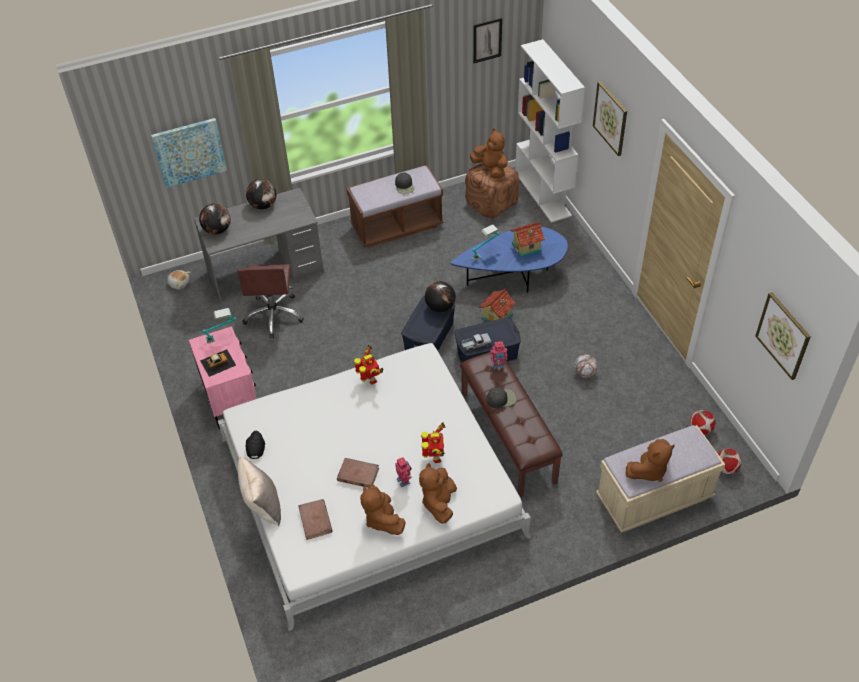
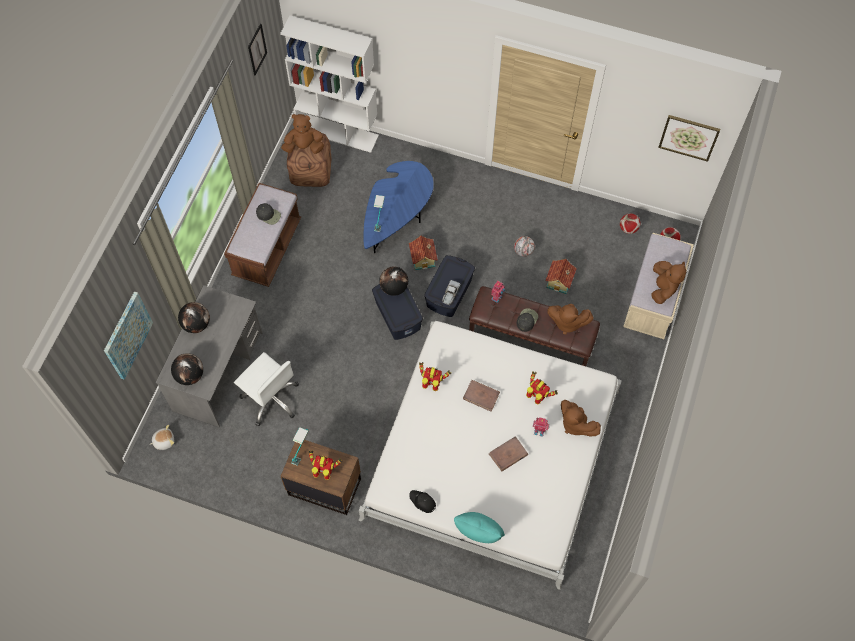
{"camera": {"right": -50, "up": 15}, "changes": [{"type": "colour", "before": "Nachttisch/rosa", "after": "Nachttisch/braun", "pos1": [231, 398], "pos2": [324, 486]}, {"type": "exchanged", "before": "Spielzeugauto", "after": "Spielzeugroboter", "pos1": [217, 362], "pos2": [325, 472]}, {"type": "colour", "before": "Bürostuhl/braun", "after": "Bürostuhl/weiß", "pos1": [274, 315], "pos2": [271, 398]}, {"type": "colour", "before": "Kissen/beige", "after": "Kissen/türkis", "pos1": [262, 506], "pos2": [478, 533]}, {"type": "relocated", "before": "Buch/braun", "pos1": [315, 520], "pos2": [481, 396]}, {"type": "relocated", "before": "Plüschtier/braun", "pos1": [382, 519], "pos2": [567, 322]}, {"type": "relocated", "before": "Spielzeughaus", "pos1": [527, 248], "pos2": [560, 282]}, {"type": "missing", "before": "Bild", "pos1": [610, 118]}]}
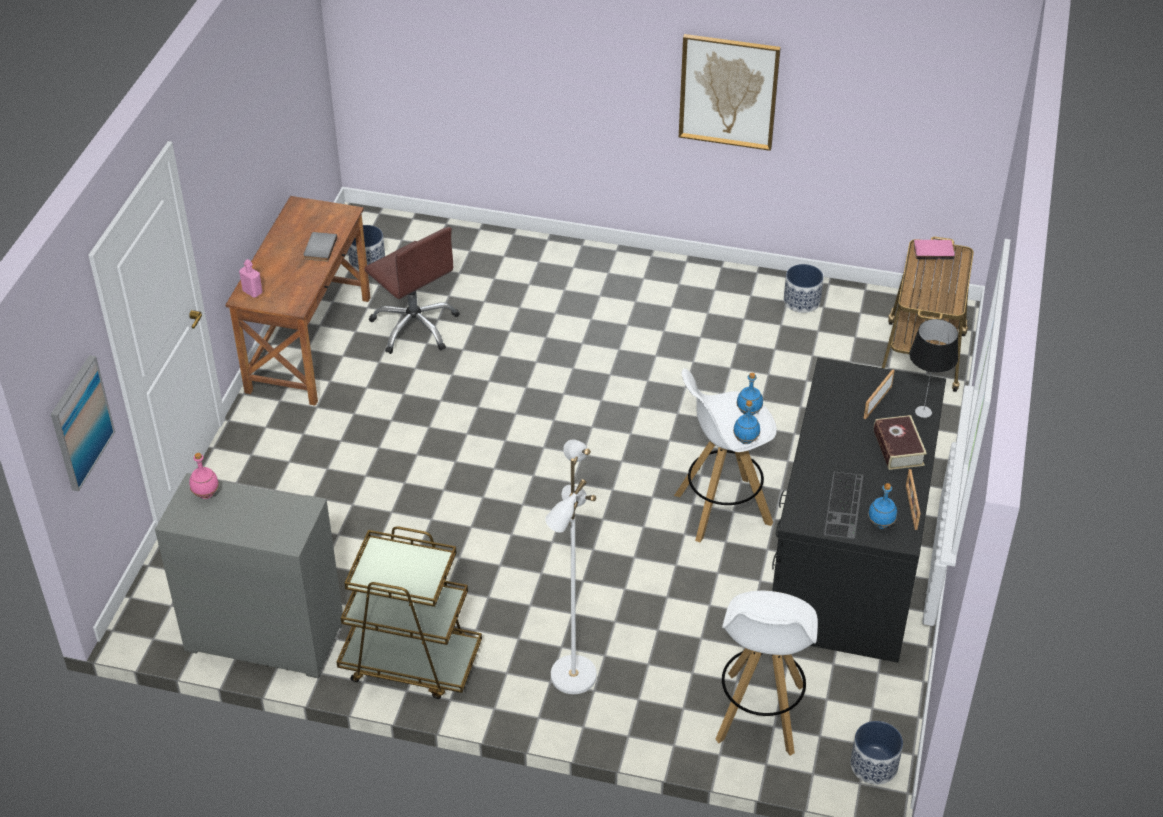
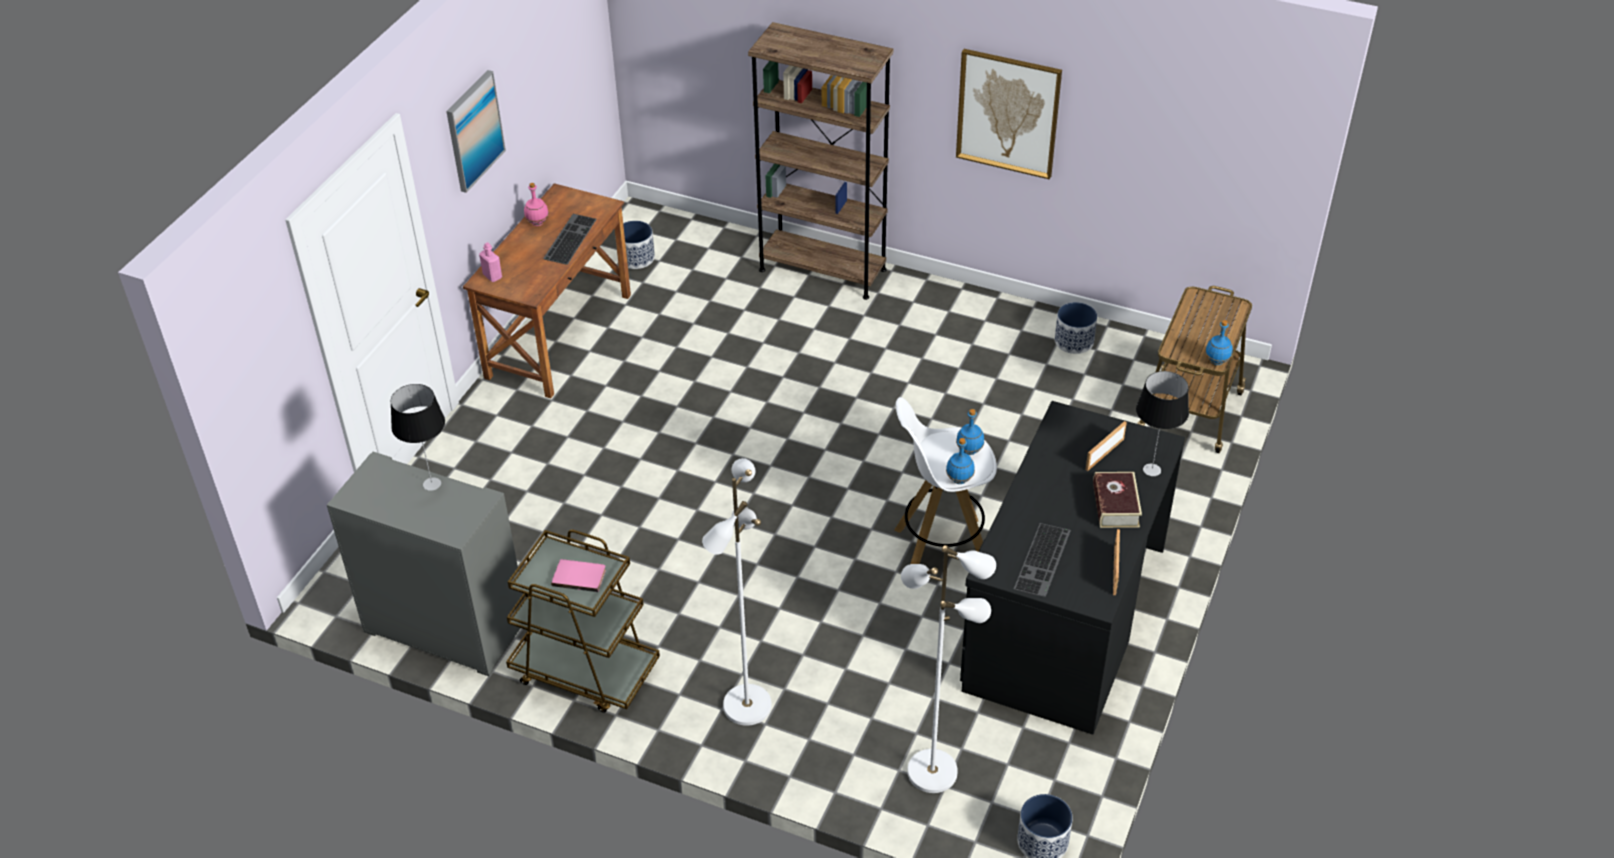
{"camera": {"right": 10, "up": 0}, "changes": [{"type": "relocated", "before": "Bild", "pos1": [80, 422], "pos2": [474, 130]}, {"type": "relocated", "before": "Flasche/rosa", "pos1": [206, 494], "pos2": [538, 223]}, {"type": "exchanged", "before": "Buch/grau", "after": "Tastatur", "pos1": [319, 248], "pos2": [569, 238]}, {"type": "missing", "before": "Bürostuhl/braun", "pos1": [415, 326]}, {"type": "exchanged", "before": "Hocker/weiß", "after": "Stehlampe/weiß", "pos1": [760, 714], "pos2": [933, 770]}, {"type": "relocated", "before": "Flasche/blau", "pos1": [880, 524], "pos2": [1216, 361]}, {"type": "relocated", "before": "Buch/rosa", "pos1": [933, 250], "pos2": [579, 576]}, {"type": "appeared", "after": "Tischlampe", "pos2": [431, 484]}, {"type": "appeared", "after": "Bücherregal/braun", "pos2": [822, 270]}]}
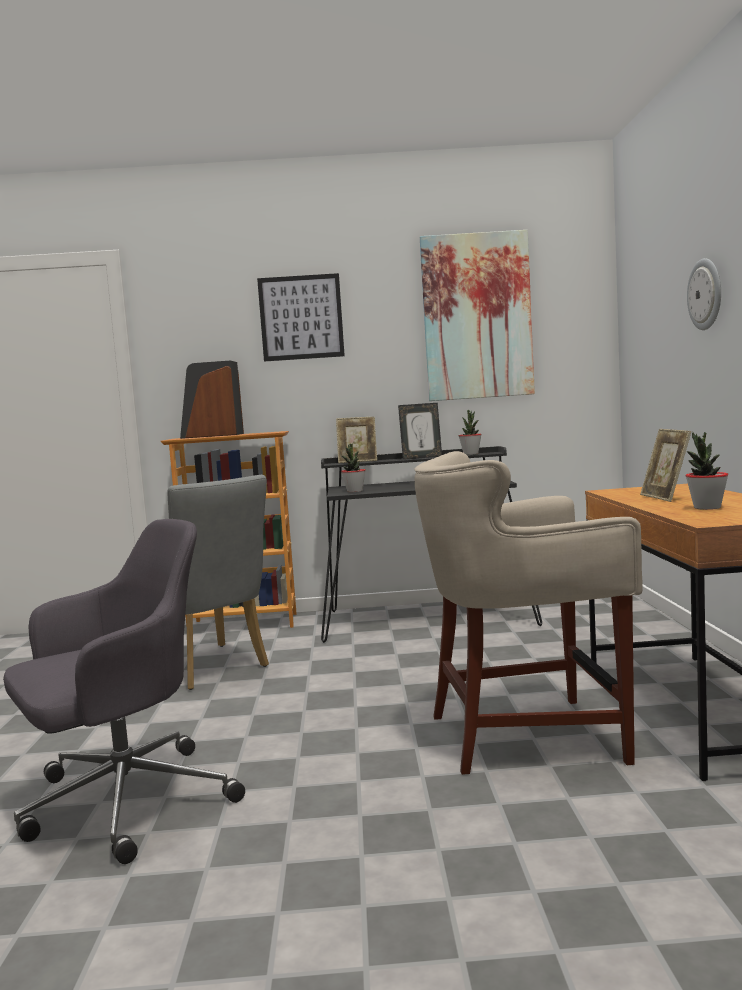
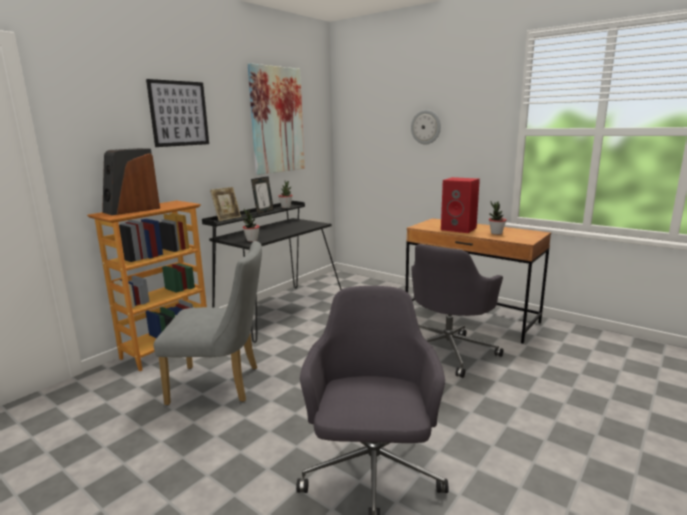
{"camera": {"right": -50, "up": 10}, "changes": [{"type": "exchanged", "before": "Hocker/beige", "after": "Bürostuhl/grau", "pos1": [528, 736], "pos2": [449, 351]}, {"type": "exchanged", "before": "Bilderrahmen", "after": "Lautsprecher/rot", "pos1": [665, 497], "pos2": [459, 229]}]}
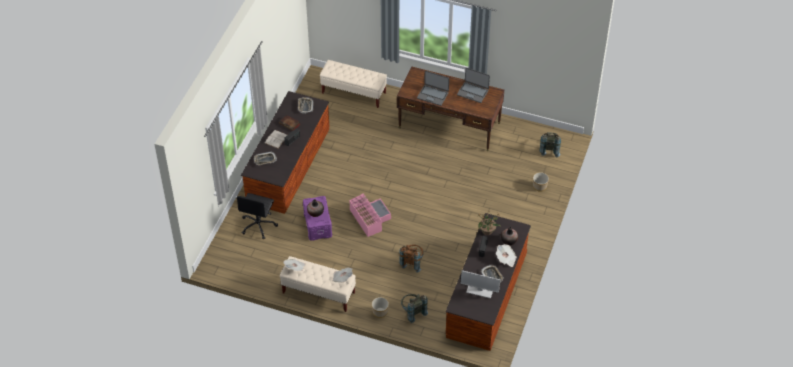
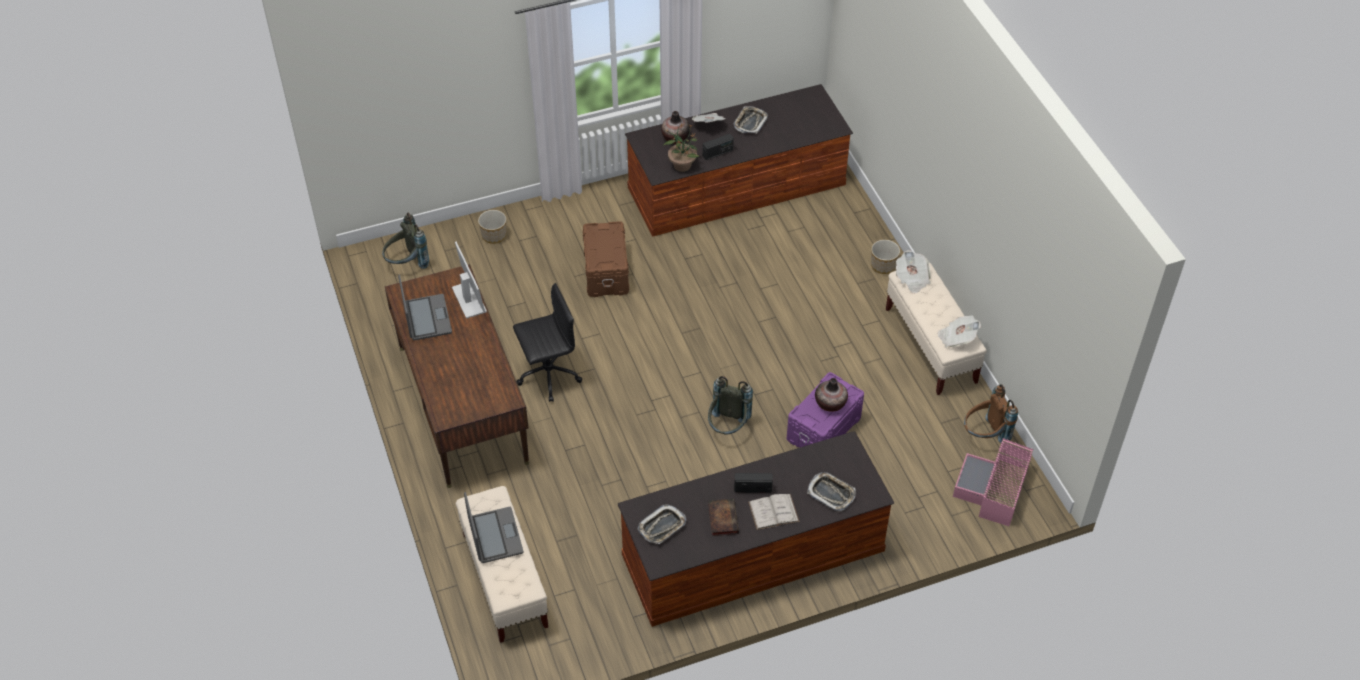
{"camera": {"right": -130, "up": 0}, "changes": [{"type": "relocated", "before": "Bürostuhl/schwarz", "pos1": [258, 225], "pos2": [547, 374]}, {"type": "relocated", "before": "Aufbewahrungsbox/rosa", "pos1": [369, 218], "pos2": [993, 490]}, {"type": "relocated", "before": "Rucksack/braun", "pos1": [412, 262], "pos2": [985, 435]}, {"type": "relocated", "before": "Rucksack/grau", "pos1": [412, 312], "pos2": [727, 428]}, {"type": "relocated", "before": "Laptop", "pos1": [433, 95], "pos2": [494, 536]}, {"type": "relocated", "before": "Monitor", "pos1": [479, 290], "pos2": [469, 300]}, {"type": "appeared", "after": "Aufbewahrungsbox/braun", "pos2": [607, 272]}]}
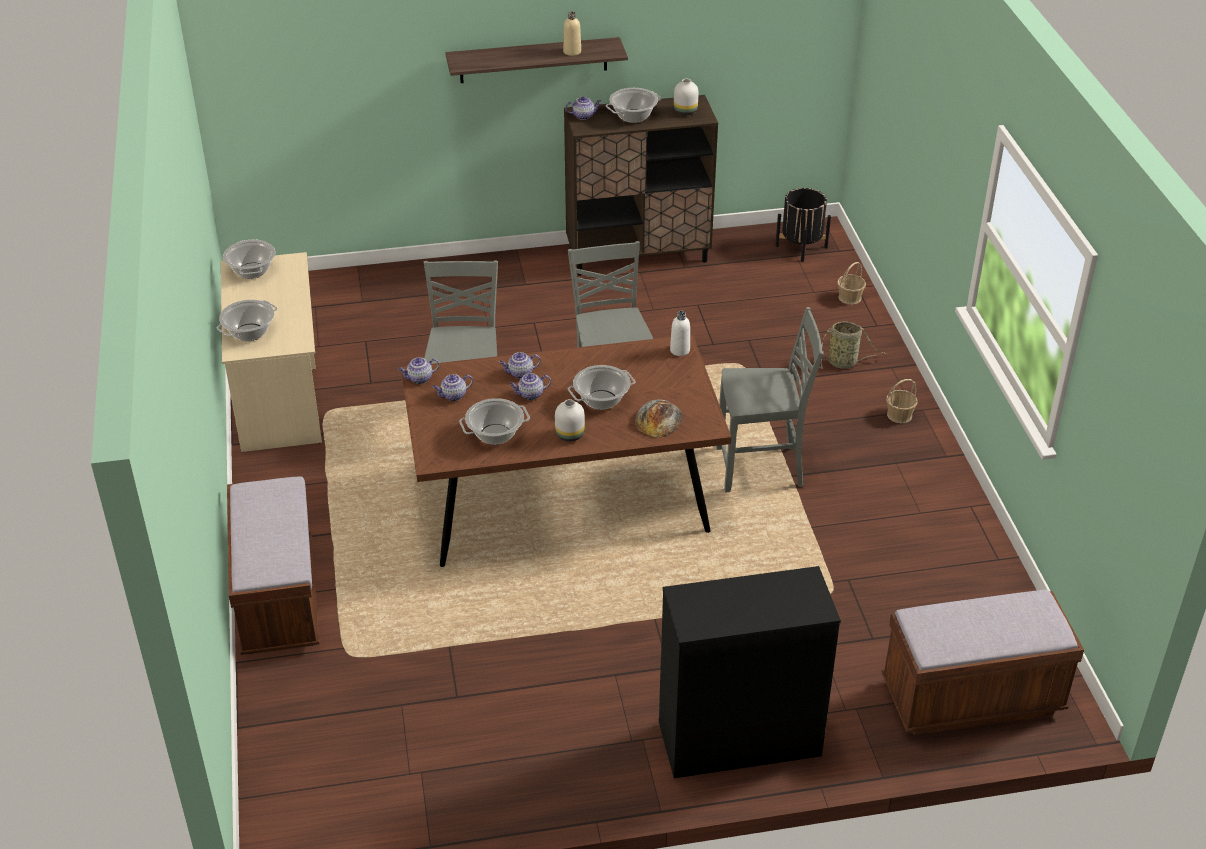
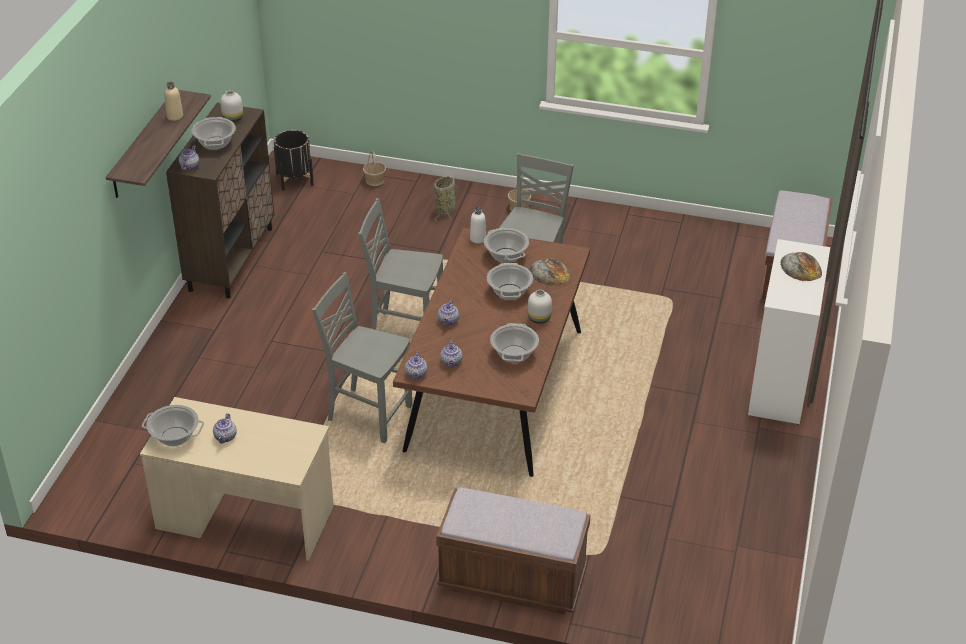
{"camera": {"right": -65, "up": 0}, "changes": [{"type": "relocated", "before": "Kochtopf", "pos1": [249, 332], "pos2": [505, 255]}, {"type": "relocated", "before": "Teekanne", "pos1": [530, 395], "pos2": [225, 437]}, {"type": "colour", "before": "Kommode/schwarz", "after": "Kommode/weiß", "pos1": [739, 739], "pos2": [779, 384]}, {"type": "appeared", "after": "Brot", "pos2": [801, 267]}]}
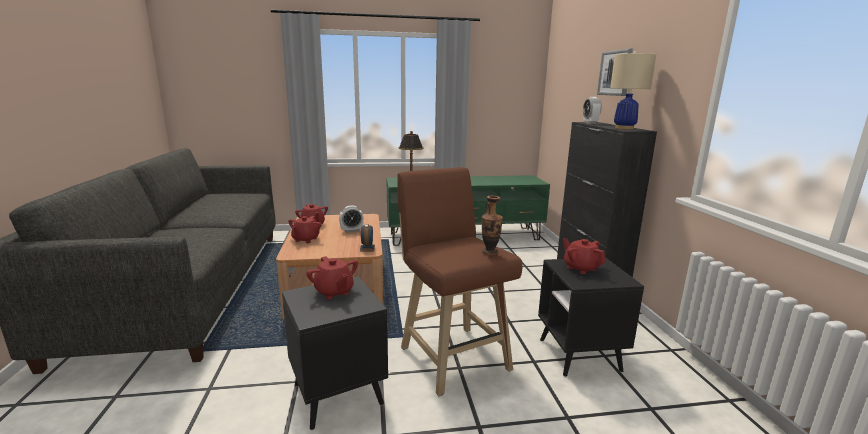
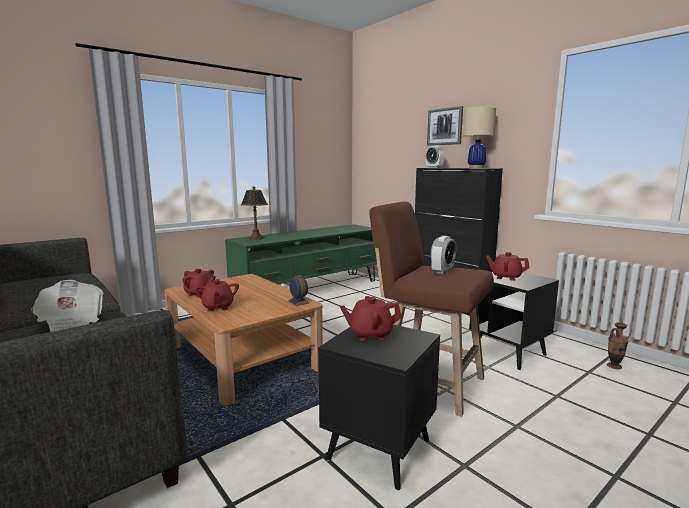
{"camera": {"right": -30, "up": -5}, "changes": [{"type": "spun", "before": "Teekanne/rot", "pos1": [334, 292], "pos2": [370, 334], "turn": 150}, {"type": "relocated", "before": "Wecker", "pos1": [351, 230], "pos2": [442, 271]}, {"type": "relocated", "before": "Vase", "pos1": [490, 252], "pos2": [614, 366]}, {"type": "appeared", "after": "Zeitung", "pos2": [71, 322]}]}
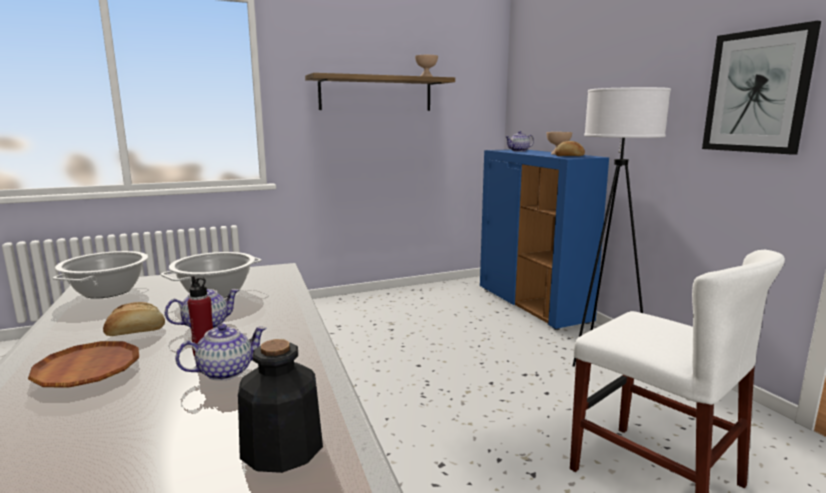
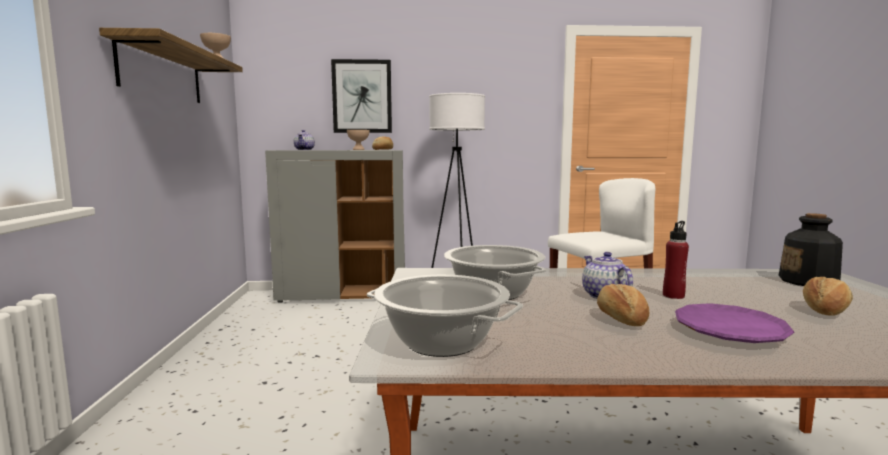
{"camera": {"right": -70, "up": -5}, "changes": [{"type": "colour", "before": "Teller/braun", "after": "Teller/lila", "pos1": [87, 370], "pos2": [730, 330]}, {"type": "missing", "before": "Teekanne", "pos1": [226, 371]}, {"type": "colour", "before": "Schrank/blau", "after": "Schrank/grau", "pos1": [533, 304], "pos2": [343, 295]}, {"type": "relocated", "before": "Bild", "pos1": [757, 92], "pos2": [362, 96]}, {"type": "appeared", "after": "Brot", "pos2": [825, 310]}]}
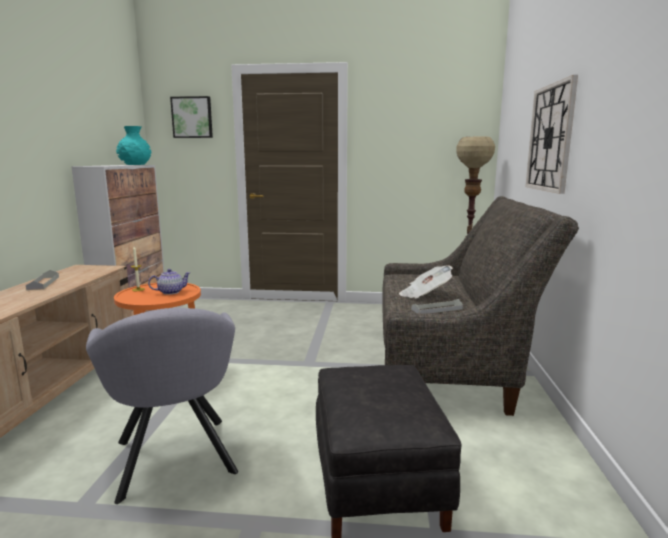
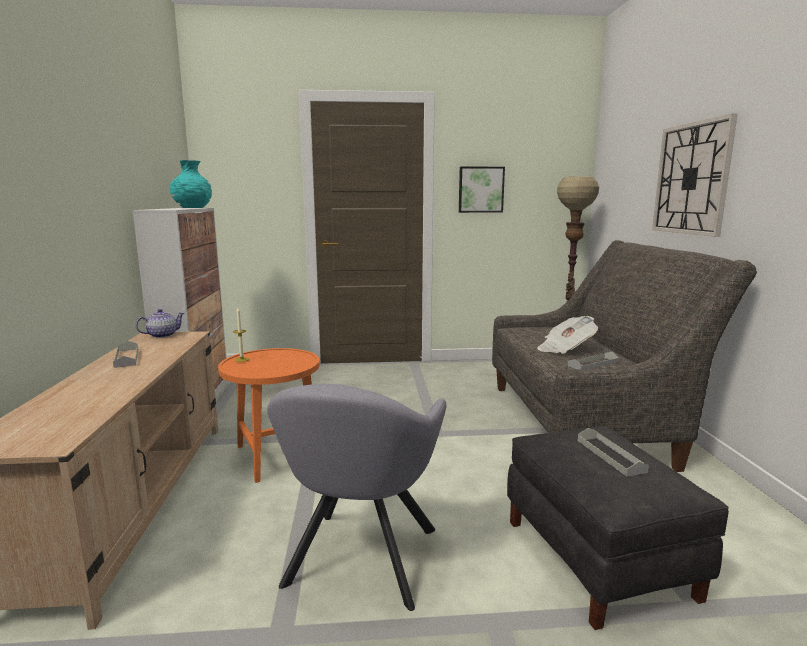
{"camera": {"right": -10, "up": 0}, "changes": [{"type": "spun", "before": "Sessel/grau", "pos1": [175, 461], "pos2": [359, 562], "turn": 45}, {"type": "relocated", "before": "Teekanne", "pos1": [170, 292], "pos2": [162, 335]}, {"type": "relocated", "before": "Bild", "pos1": [192, 117], "pos2": [480, 189]}, {"type": "appeared", "after": "Tablett/grau", "pos2": [610, 455]}]}
